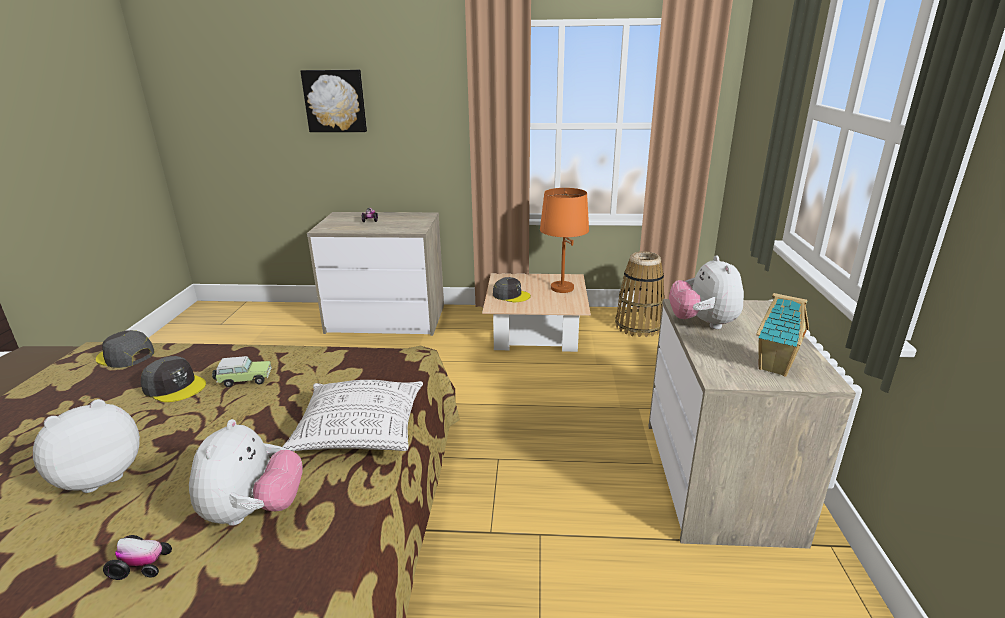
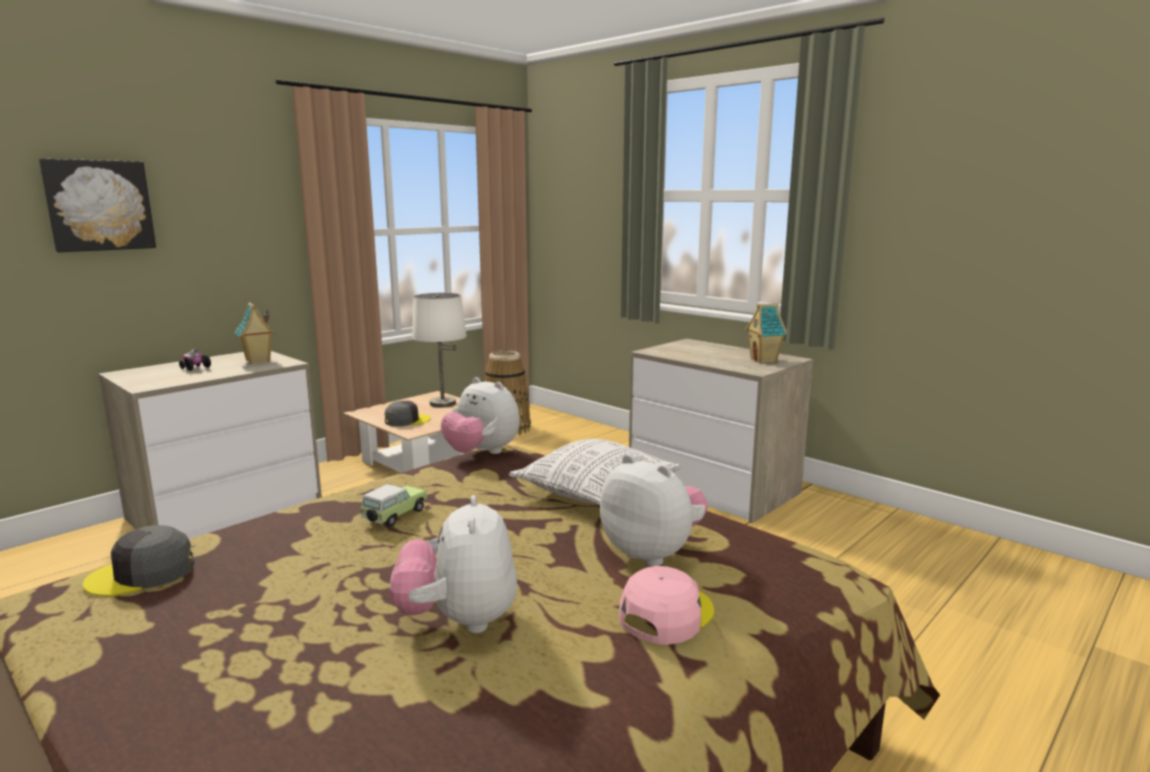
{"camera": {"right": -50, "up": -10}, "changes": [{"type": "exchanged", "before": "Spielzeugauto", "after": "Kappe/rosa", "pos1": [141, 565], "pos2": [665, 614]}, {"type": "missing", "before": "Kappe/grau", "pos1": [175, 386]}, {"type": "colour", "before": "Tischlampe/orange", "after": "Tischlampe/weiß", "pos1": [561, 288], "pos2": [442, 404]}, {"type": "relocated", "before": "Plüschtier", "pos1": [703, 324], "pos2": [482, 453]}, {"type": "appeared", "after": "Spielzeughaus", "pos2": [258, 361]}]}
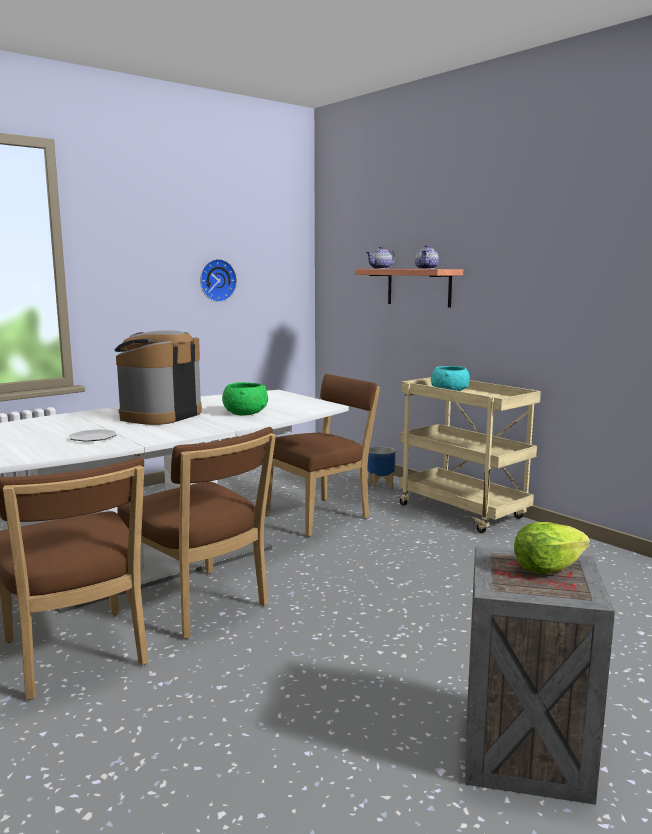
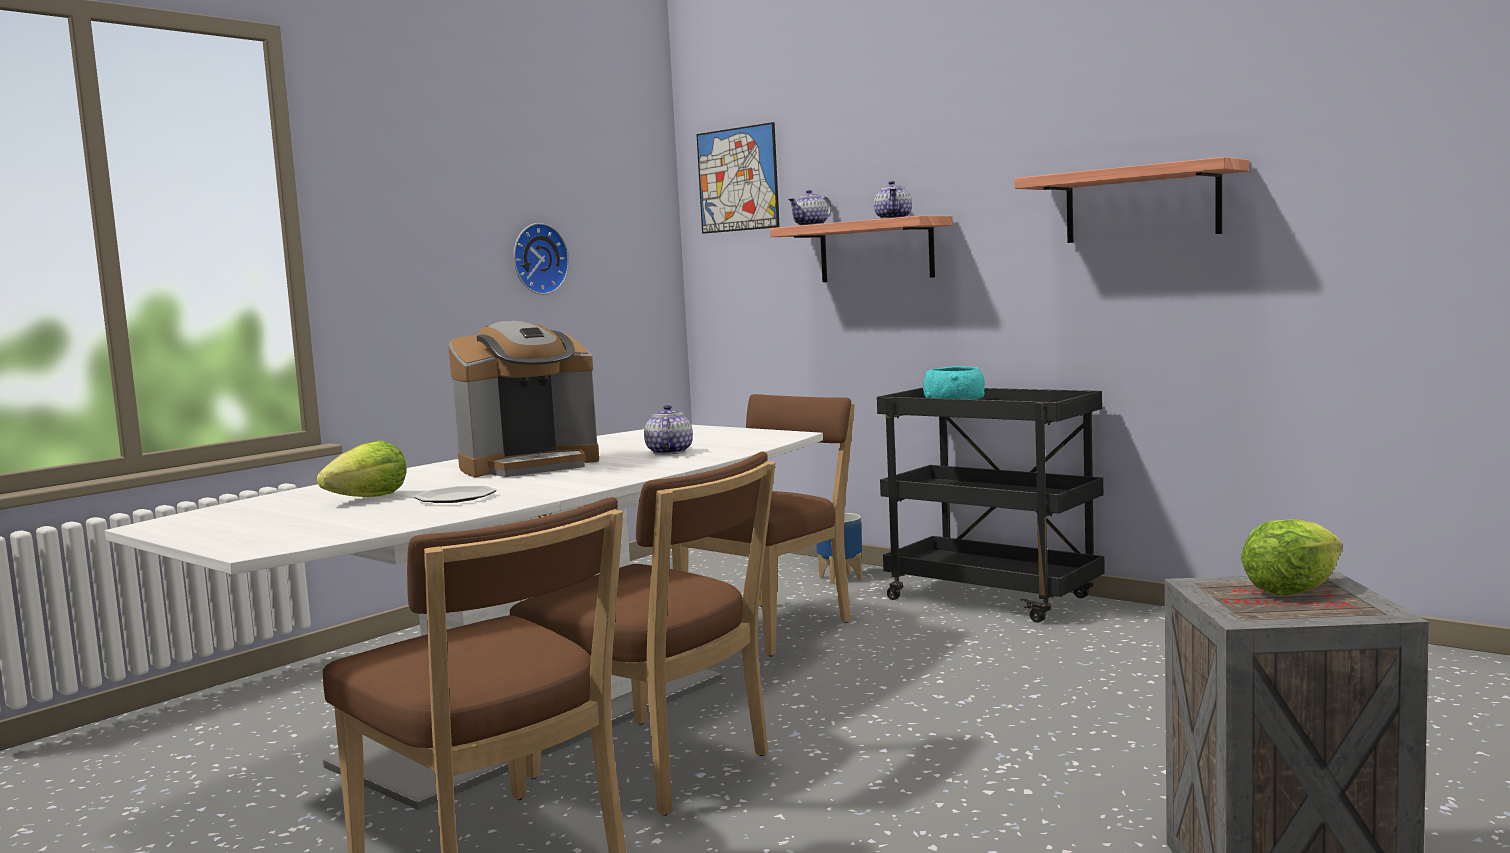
{"camera": {"right": -10, "up": -5}, "changes": [{"type": "spun", "before": "Kaffeemaschine", "pos1": [159, 415], "pos2": [529, 466], "turn": -135}, {"type": "exchanged", "before": "Schüssel/grün", "after": "Teekanne", "pos1": [245, 413], "pos2": [668, 452]}, {"type": "colour", "before": "Rollwagen/beige", "after": "Rollwagen/schwarz", "pos1": [464, 512], "pos2": [994, 599]}, {"type": "appeared", "after": "Salatkopf", "pos2": [369, 498]}, {"type": "appeared", "after": "Bild", "pos2": [738, 179]}, {"type": "appeared", "after": "Wandregal", "pos2": [1141, 204]}]}
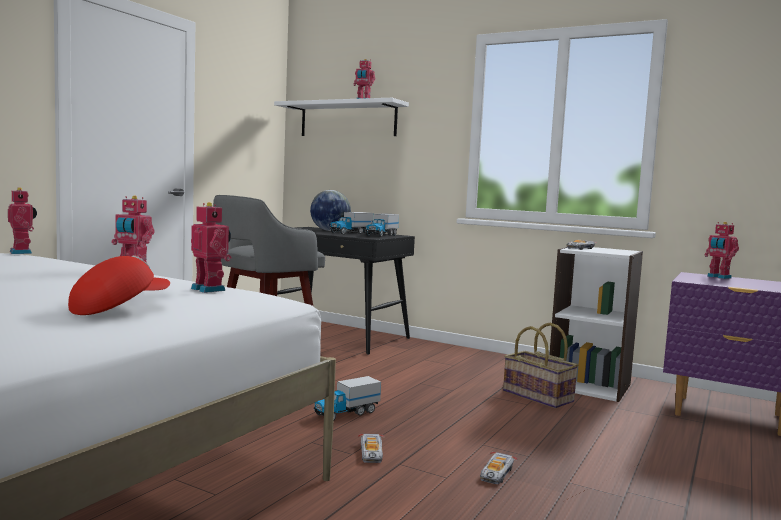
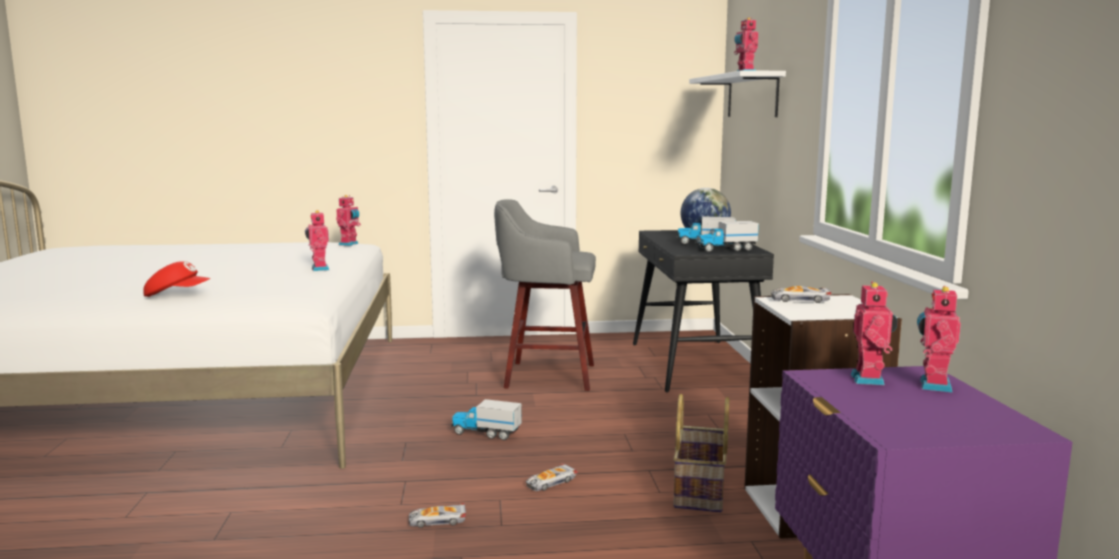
{"camera": {"right": 55, "up": 5}, "changes": [{"type": "relocated", "before": "Spielzeugroboter", "pos1": [210, 289], "pos2": [870, 379]}, {"type": "relocated", "before": "Spielzeugauto", "pos1": [371, 453], "pos2": [550, 482]}]}
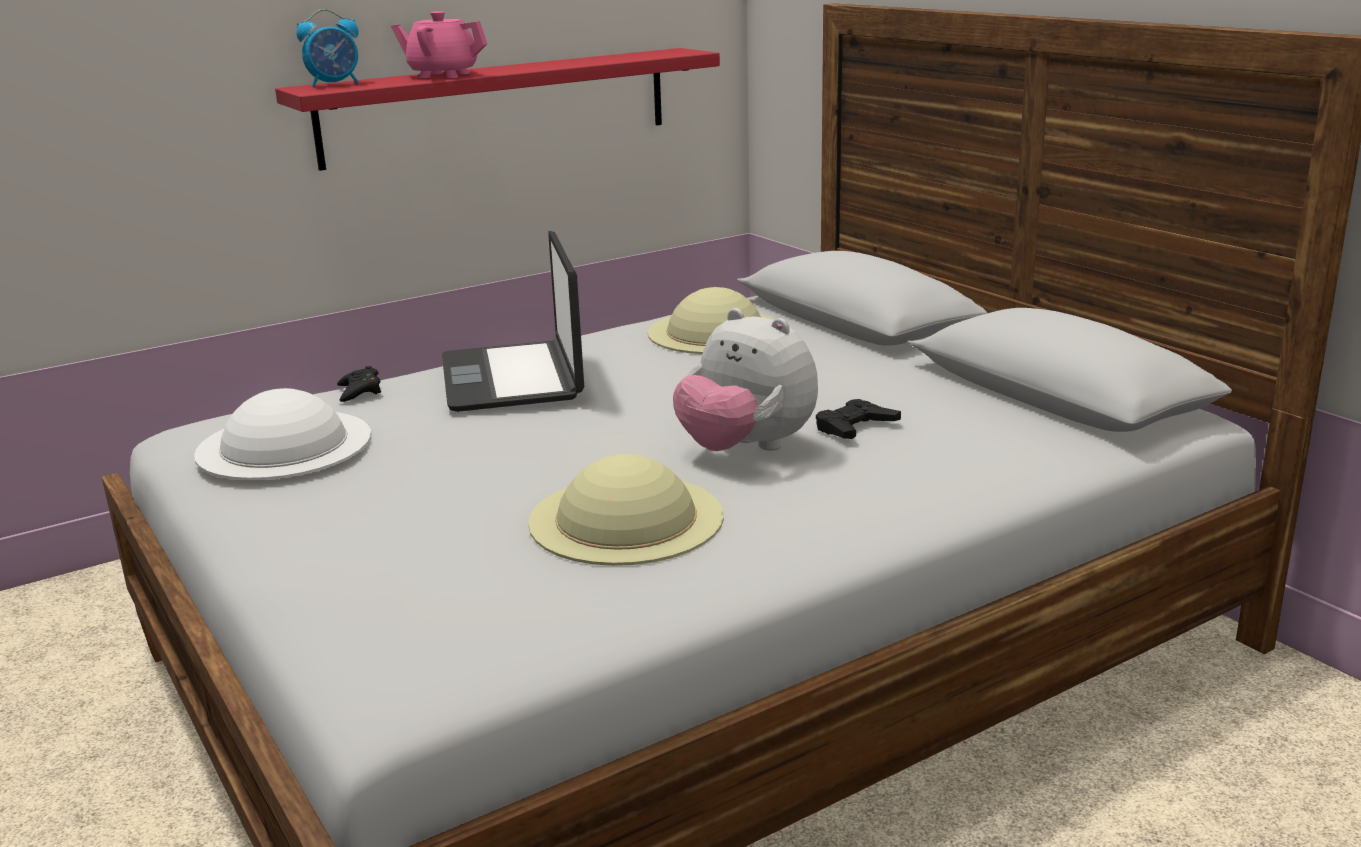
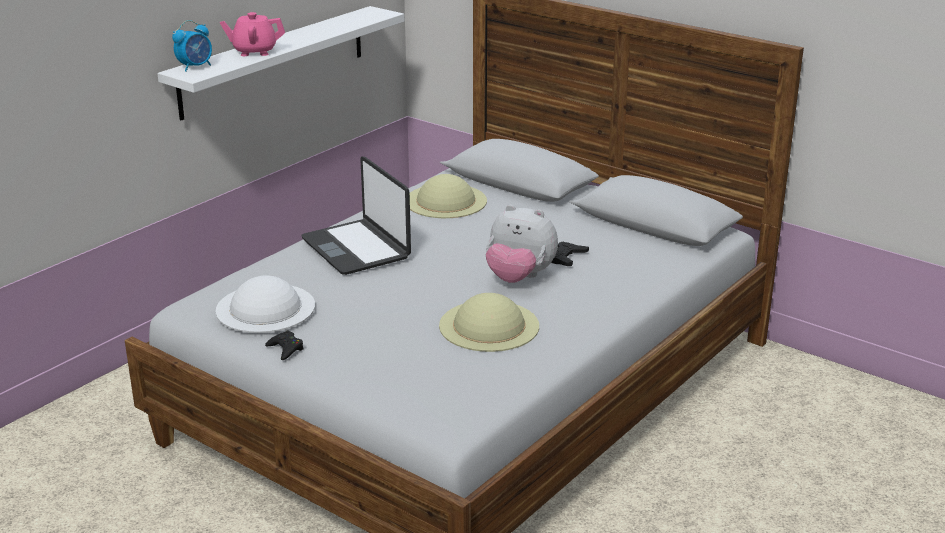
{"camera": {"right": -20, "up": 5}, "changes": [{"type": "colour", "before": "Wandregal/rot", "after": "Wandregal/weiß", "pos1": [498, 106], "pos2": [274, 61]}, {"type": "relocated", "before": "Gamepad/schwarz", "pos1": [359, 391], "pos2": [285, 349]}]}
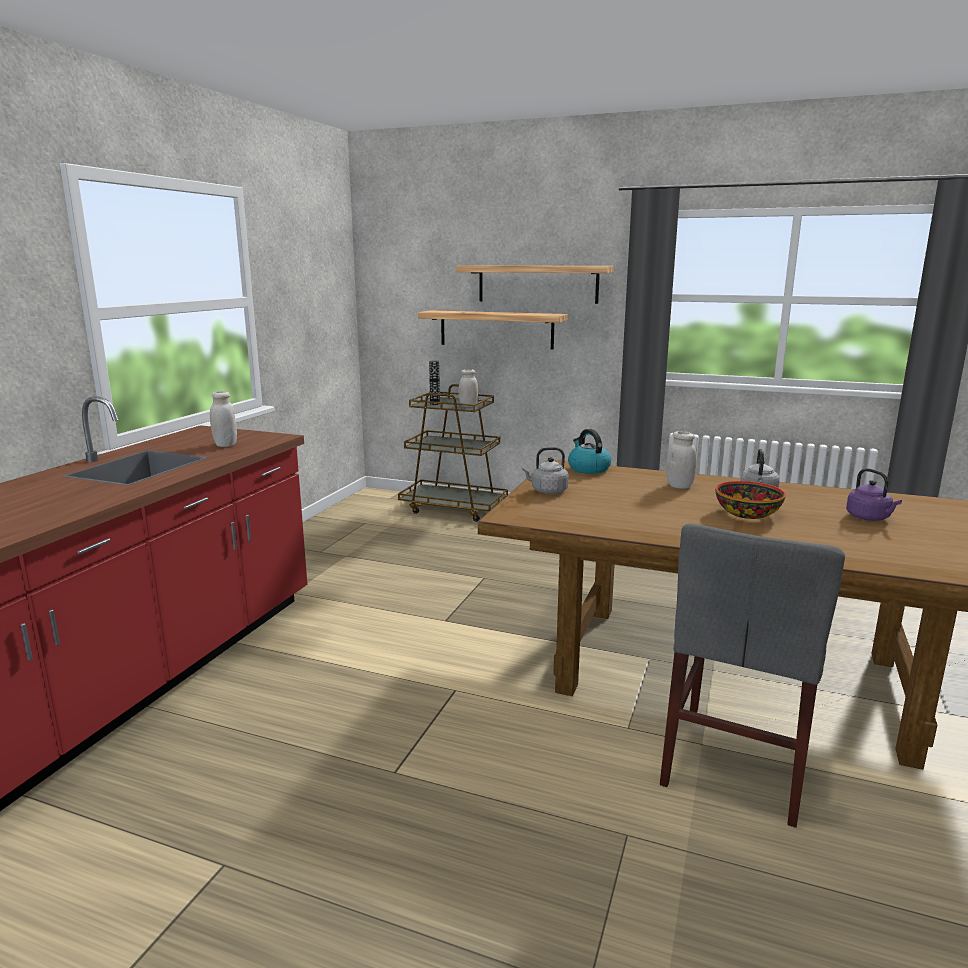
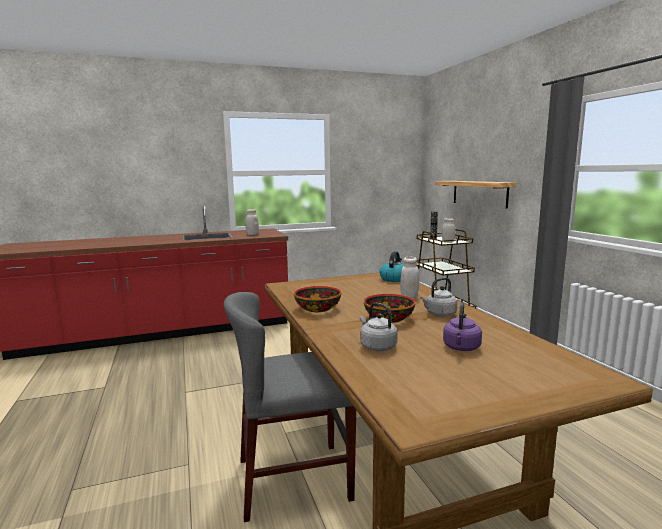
{"camera": {"right": 50, "up": -5}, "changes": [{"type": "missing", "before": "Wandregal", "pos1": [537, 284]}, {"type": "relocated", "before": "Wasserkessel/grau", "pos1": [547, 491], "pos2": [377, 346]}, {"type": "appeared", "after": "Schüssel", "pos2": [317, 308]}]}
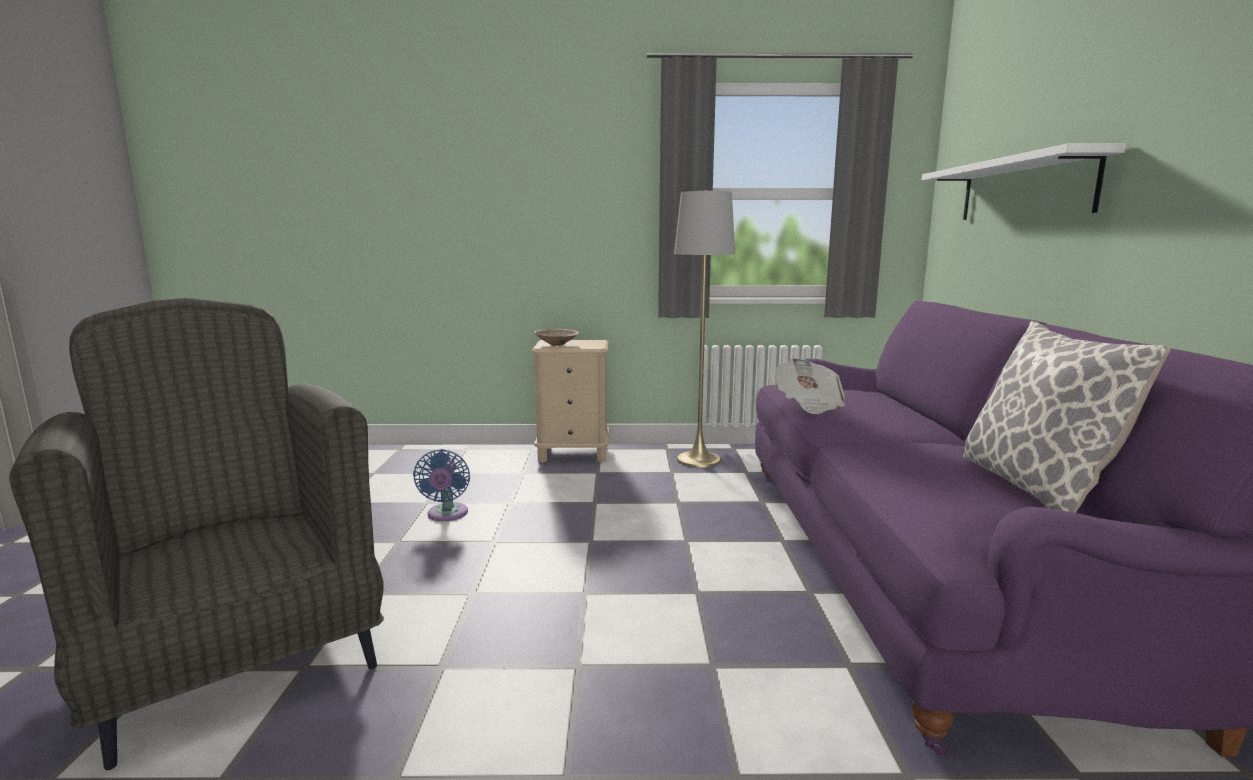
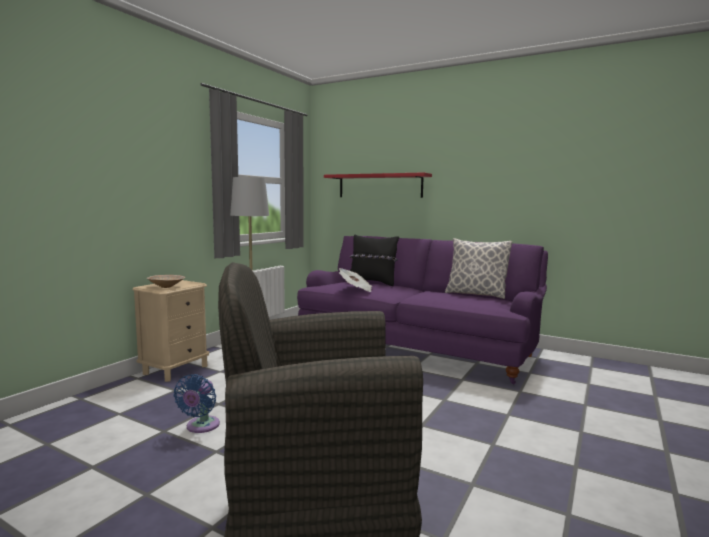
{"camera": {"right": -60, "up": -5}, "changes": [{"type": "spun", "before": "Ventilator/blau", "pos1": [447, 515], "pos2": [201, 427], "turn": 75}, {"type": "colour", "before": "Wandregal/weiß", "after": "Wandregal/rot", "pos1": [1023, 189], "pos2": [379, 186]}, {"type": "appeared", "after": "Kissen/schwarz", "pos2": [372, 282]}]}
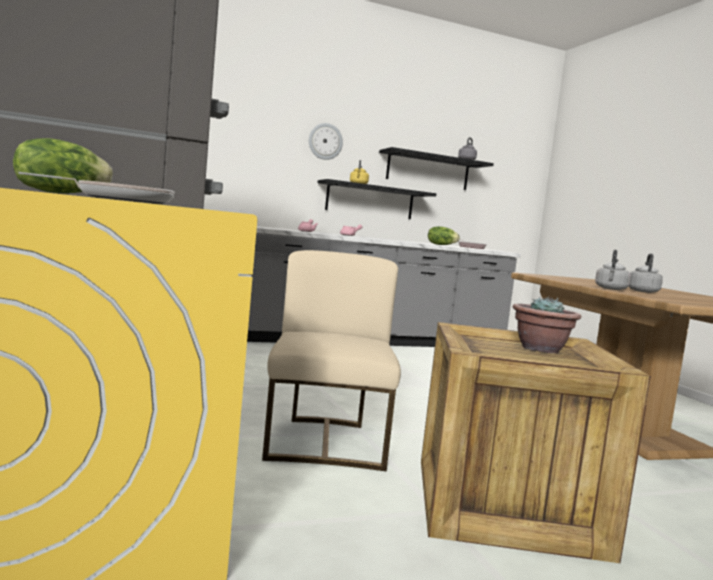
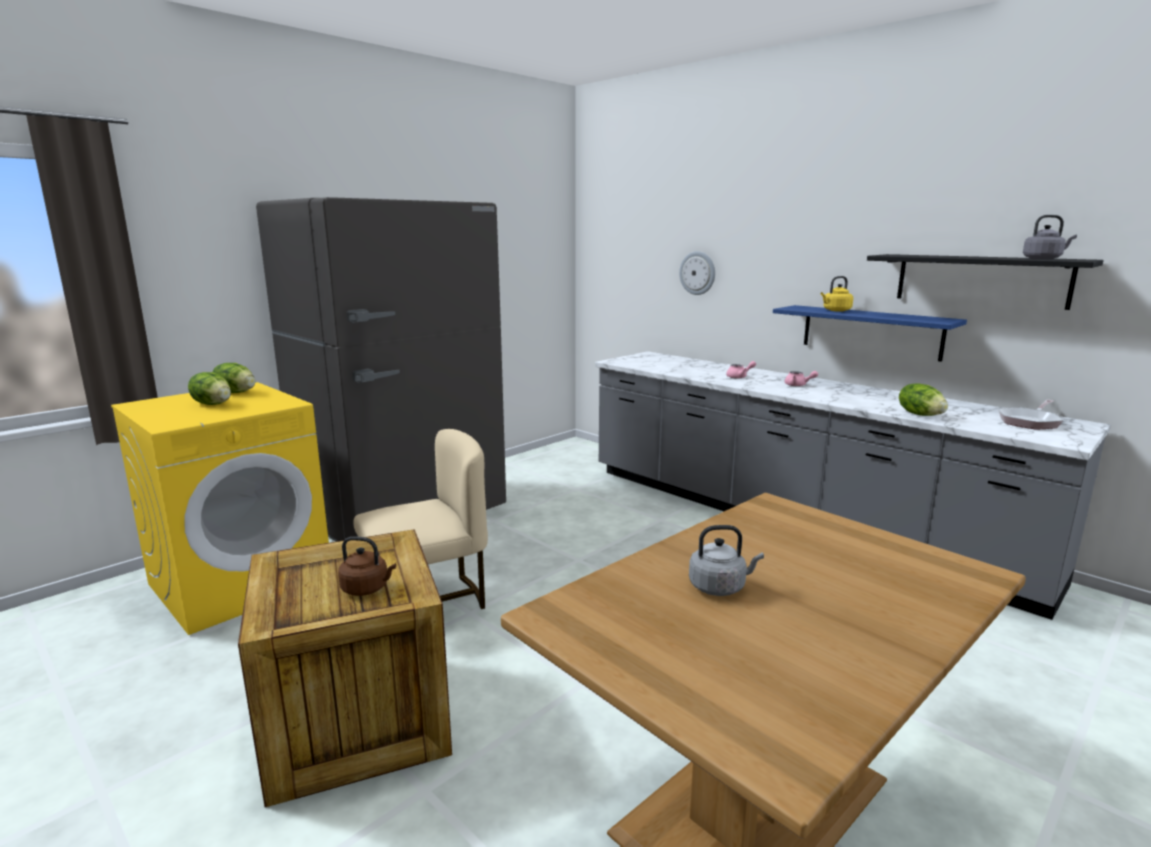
{"camera": {"right": 65, "up": 10}, "changes": [{"type": "exchanged", "before": "Pfanne", "after": "Salatkopf", "pos1": [119, 199], "pos2": [213, 404]}, {"type": "relocated", "before": "Wanduhr", "pos1": [325, 141], "pos2": [697, 273]}, {"type": "colour", "before": "Wandregal/schwarz", "after": "Wandregal/blau", "pos1": [370, 201], "pos2": [871, 332]}, {"type": "exchanged", "before": "Topfpflanze", "after": "Wasserkessel/braun", "pos1": [540, 349], "pos2": [367, 589]}, {"type": "missing", "before": "Wasserkessel/grau", "pos1": [611, 289]}]}
